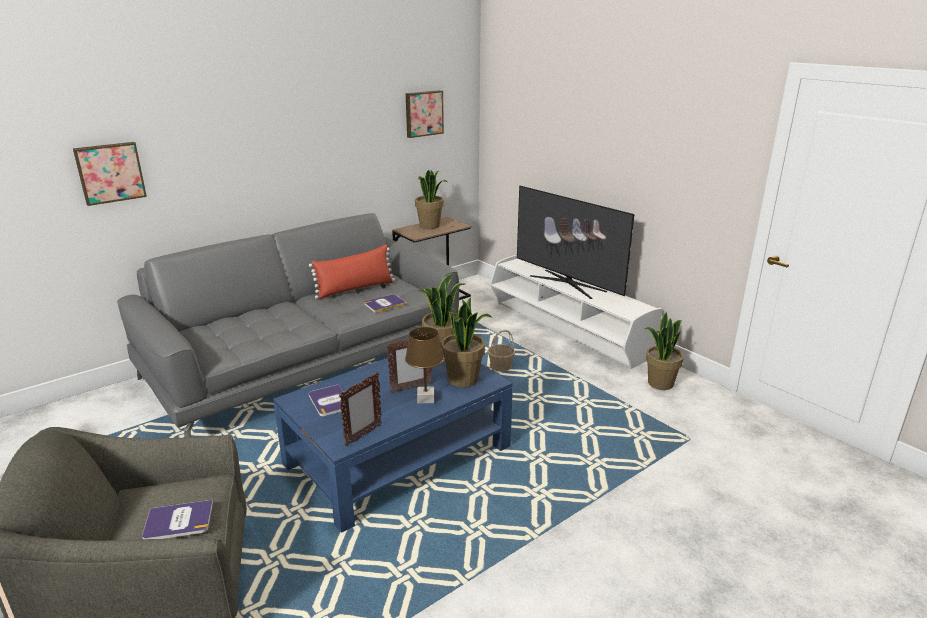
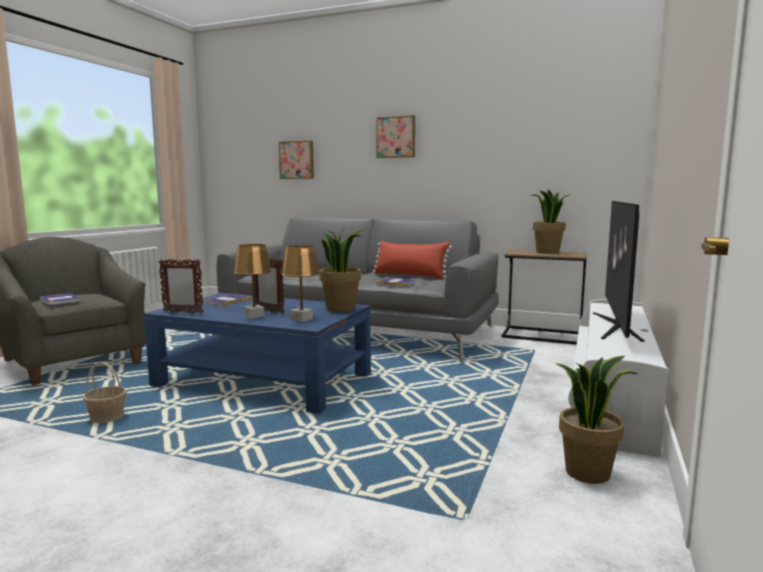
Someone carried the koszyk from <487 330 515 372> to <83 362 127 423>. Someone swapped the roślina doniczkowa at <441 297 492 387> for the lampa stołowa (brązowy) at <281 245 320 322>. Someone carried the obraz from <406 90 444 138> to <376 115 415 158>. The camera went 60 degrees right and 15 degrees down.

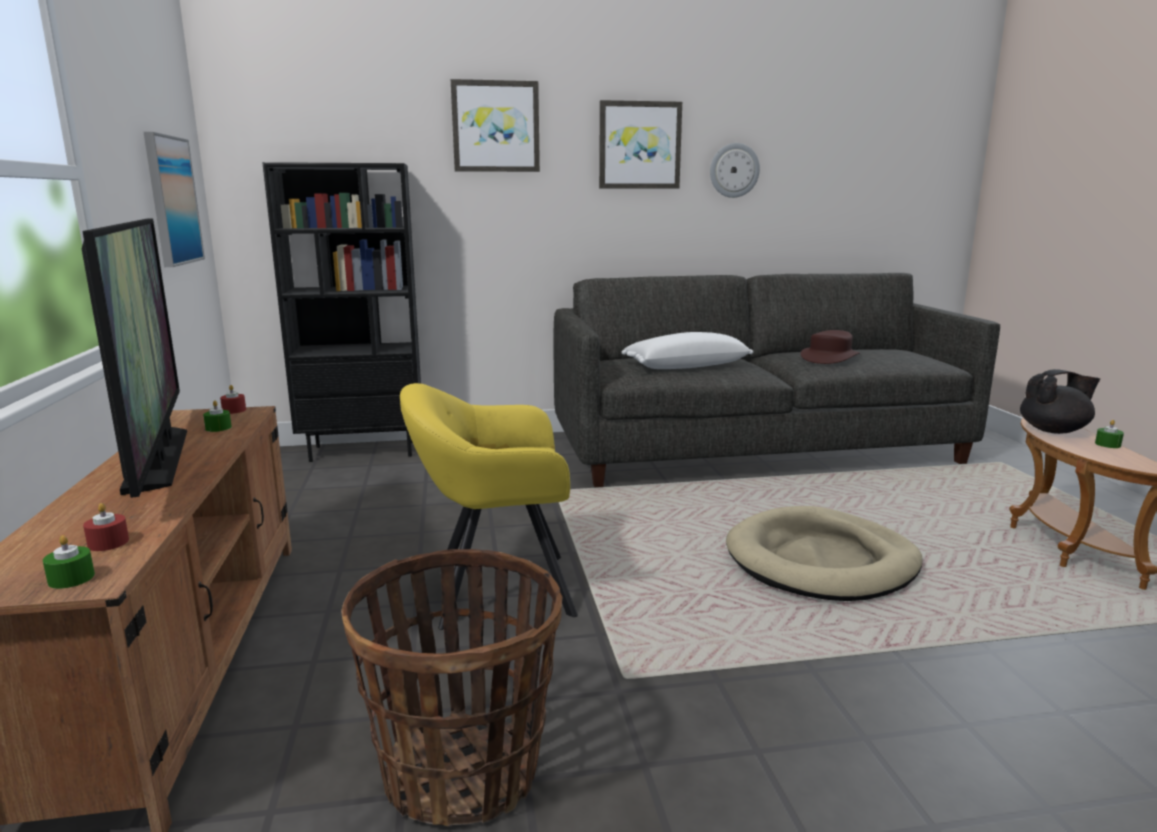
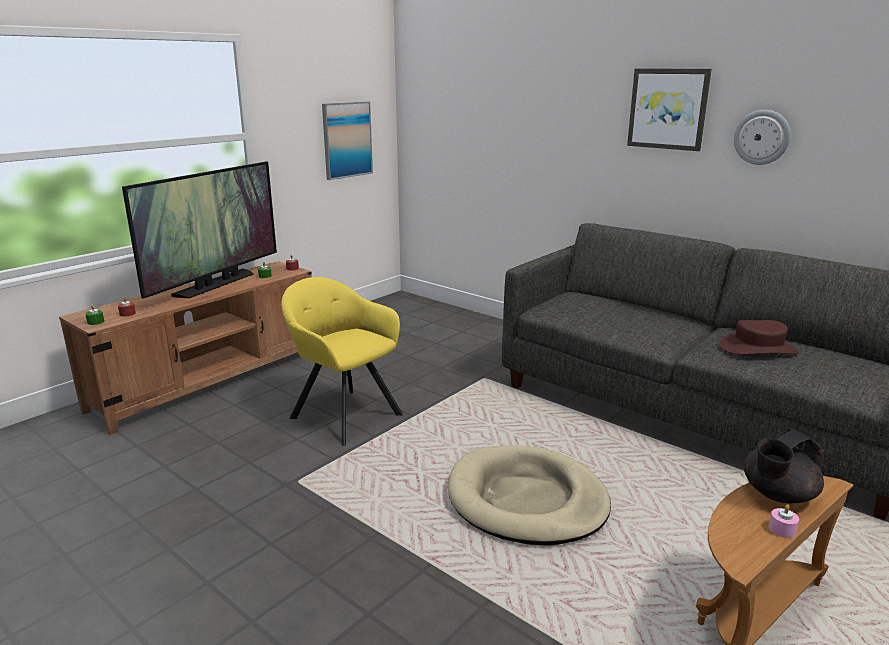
Someone rotated the imbryk (czarny) at <1020 369 1100 434> by 105 degrees clockwise. Someone repainted the świeca (zielony) at <1095 420 1124 448>, which became the świeca (różowy) at <769 504 799 538>. Someone took away the regał (czarny) at <262 162 421 462>. Someone took away the koszyk at <341 549 562 827>. Someone took away the obraz at <451 79 540 172>. Someone took away the poduszka (biały) at <622 332 753 369>. The camera went 50 degrees right and 5 degrees up.

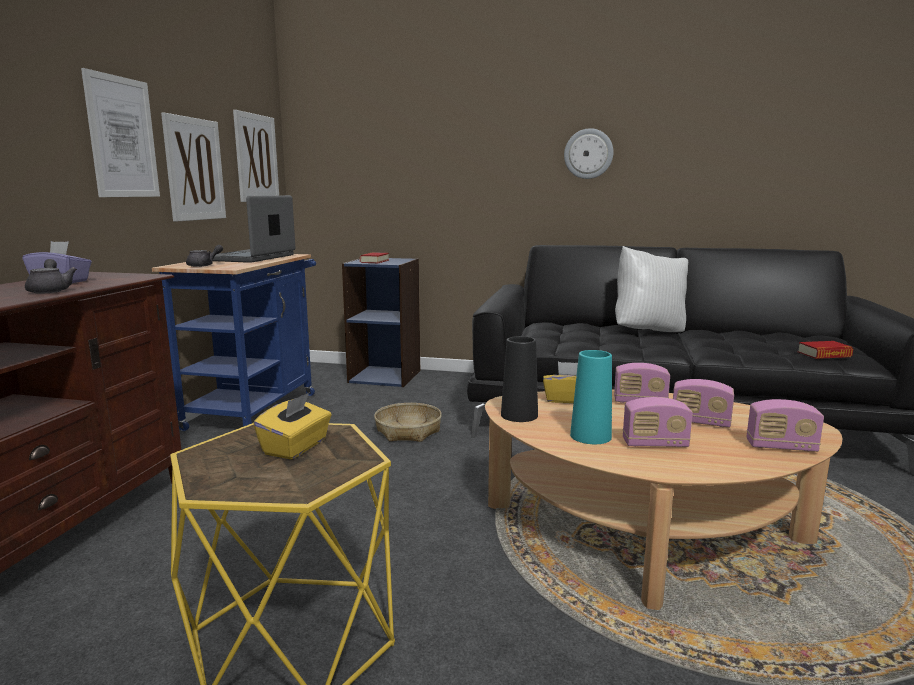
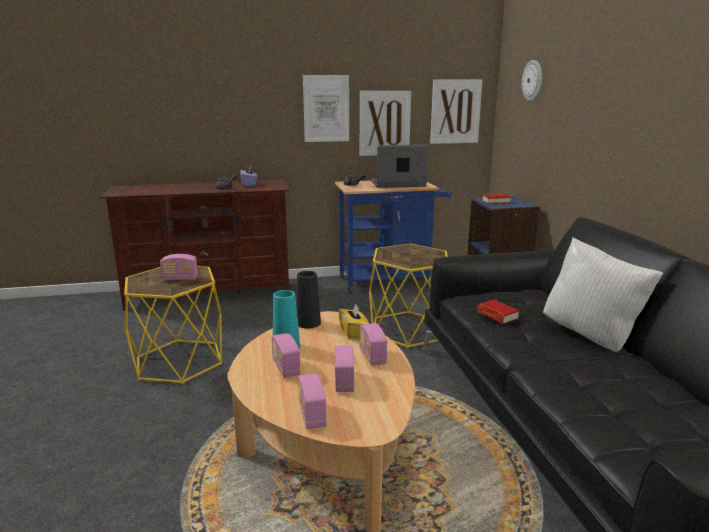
Someone swapped the pudełko chusteczek (żółty) at <253 393 332 459> for the radio at <160 254 198 280>. Someone swapped the koszyk at <374 403 442 442> for the stolik (żółty) at <369 244 448 349>. Someone carried the książka from <798 341 853 359> to <477 300 519 324>. Someone carried the zegar ścienny from <564 128 613 179> to <522 60 542 101>. The camera went 65 degrees right and 5 degrees up.

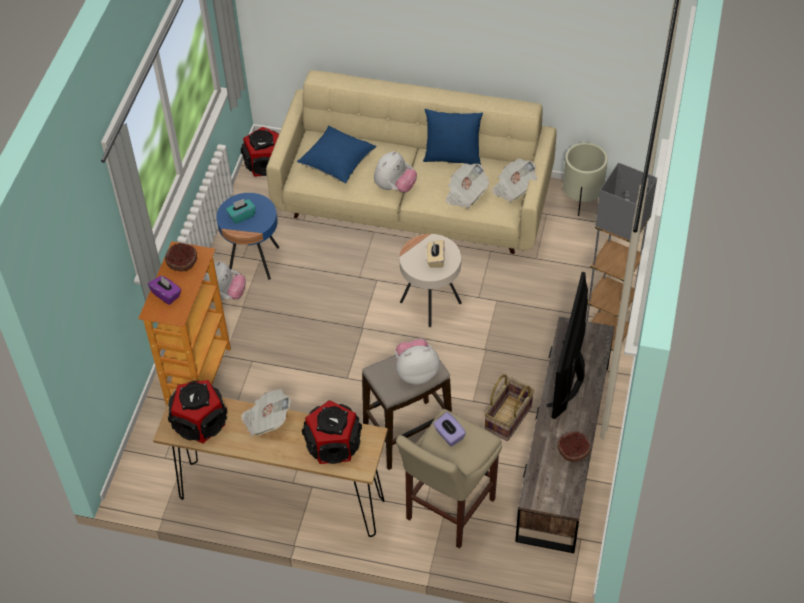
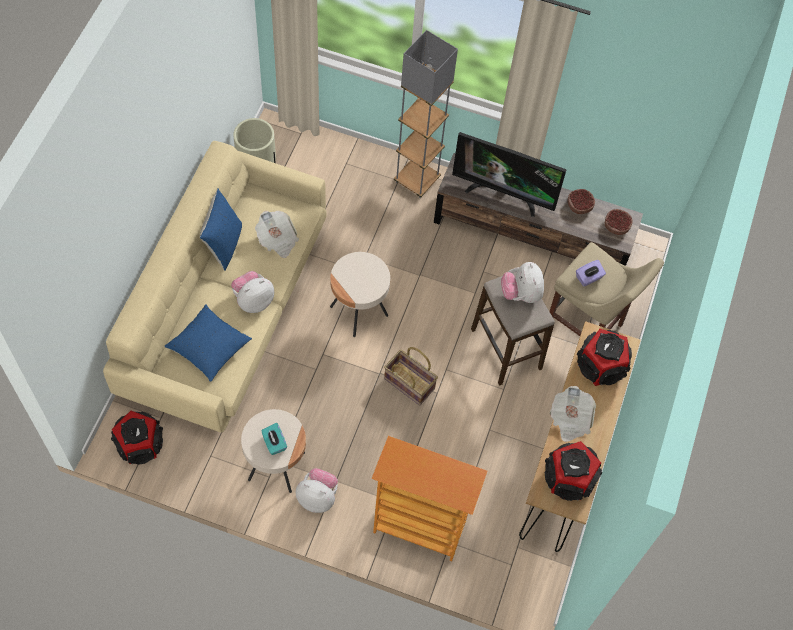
Someone rotated the pluszak at <374 151 417 193> by 75 degrees counterclockwise. Someone repainted the stolik (niebieski) at <216 193 279 280>, which became the stolik (beżowy) at <241 409 306 493>. Someone carried the koszyk from <484 374 534 441> to <384 347 438 405>. Someone carried the miska from <165 243 197 271> to <605 209 633 235>. Someone took away the pudełko chusteczek (fioletowy) at <148 275 181 305>. Someone took away the pudełko chusteczek (beżowy) at <427 240 445 267>. Someone took away the gazeta at <492 159 537 202>. The camera went 90 degrees left and 10 degrees up.

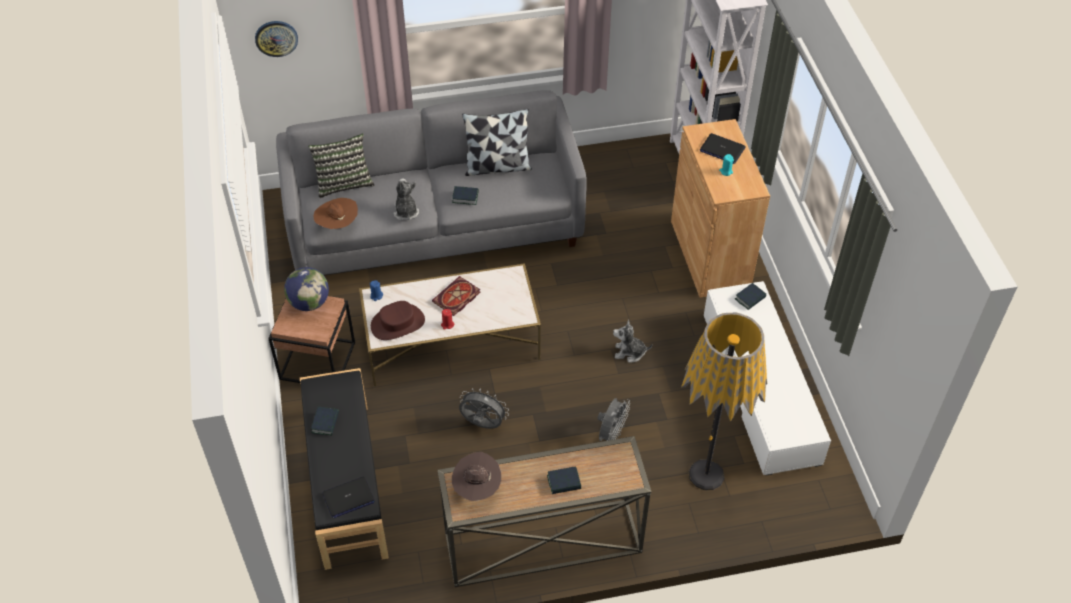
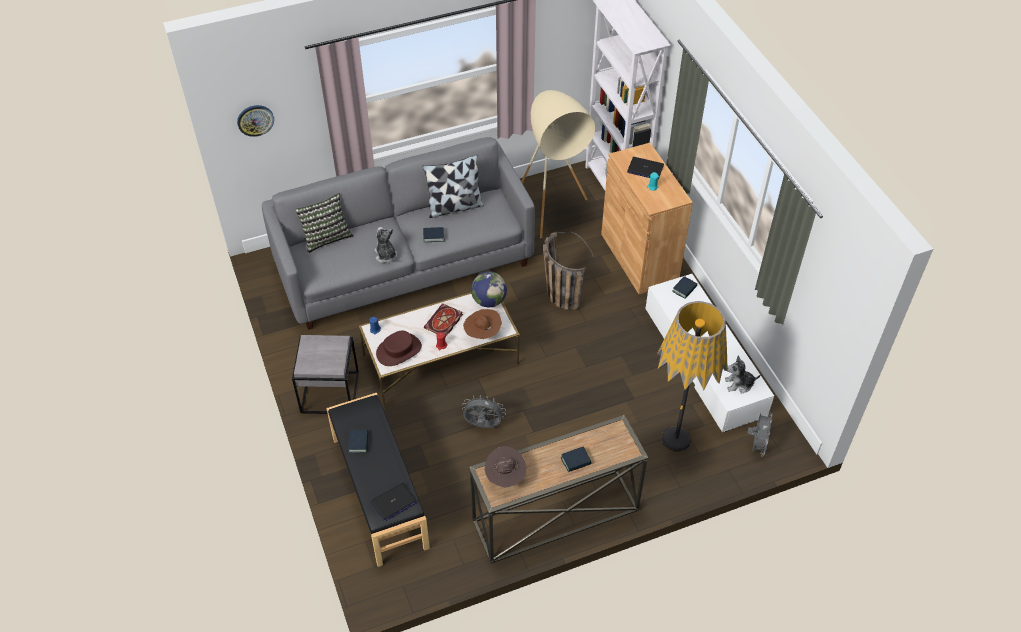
Someone repainted the stolik (brązowy) at <268 296 355 383>, which became the stolik (szary) at <292 335 359 414>. Someone carried the kapelusz (brązowy) from <313 198 358 229> to <463 309 502 339>. Someone carried the globus from <284 267 329 311> to <471 271 507 307>. Someone put down the lampa stojąca (beżowy) at <521 90 595 238>. Someone put down the koszyk at <543 231 594 310>. Someone carried the pluszak from <613 320 653 363> to <725 355 761 394>. Someone carried the wentylator (szary) from <597 398 630 441> to <747 412 773 456>. The camera went 10 degrees left and 0 degrees up.

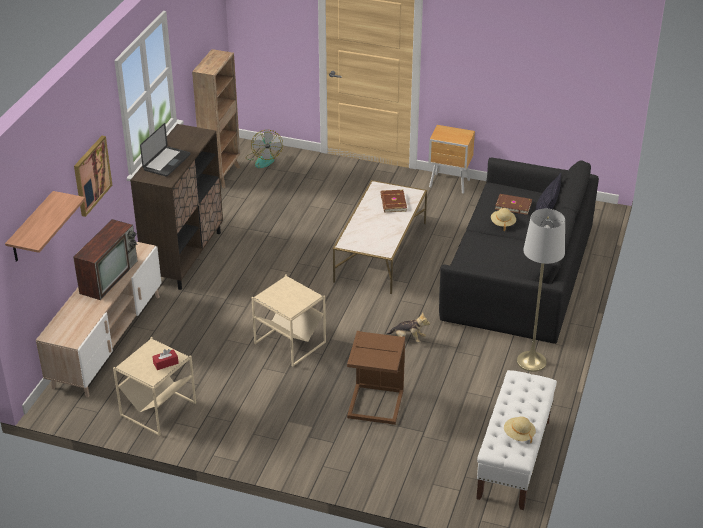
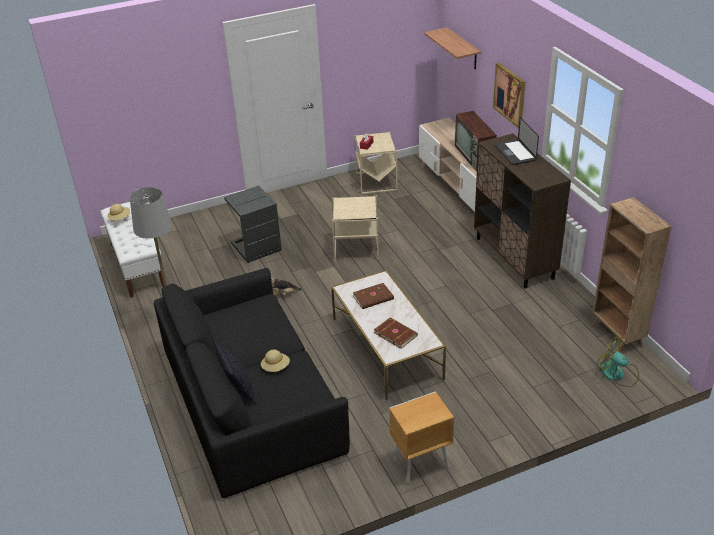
Someone repainted the stolik (brązowy) at <347 331 405 425>, which became the stolik (szary) at <224 186 282 263>. Someone carried the książka (brązowy) from <495 194 532 215> to <353 283 394 309>. The camera went 140 degrees right and 0 degrees up.

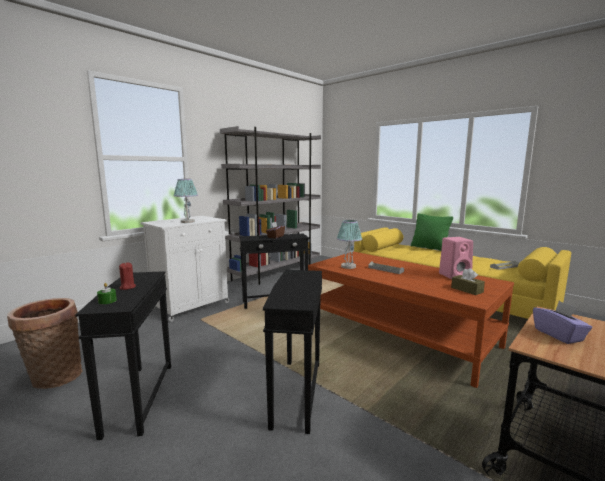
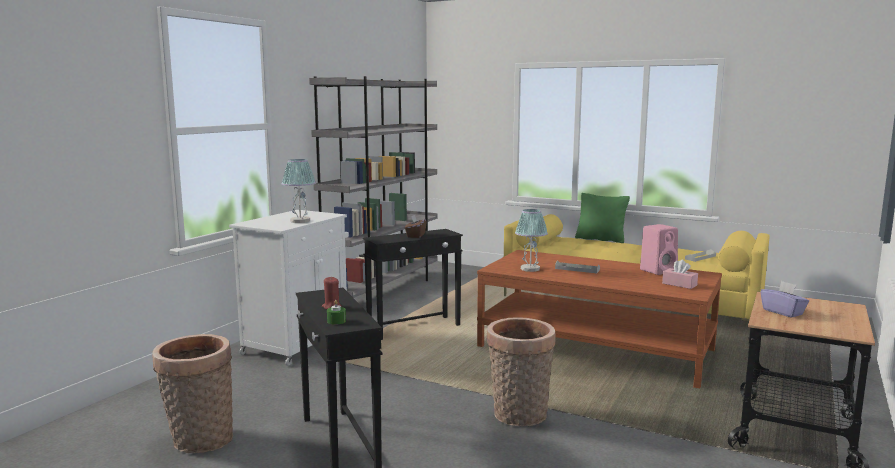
Someone swapped the stolik (czarny) at <263 270 322 434> for the koszyk at <487 317 556 427>. Someone repainted the pudełko chusteczek (brązowy) at <451 268 485 295>, which became the pudełko chusteczek (różowy) at <662 260 698 289>. The camera went 15 degrees left and 0 degrees up.

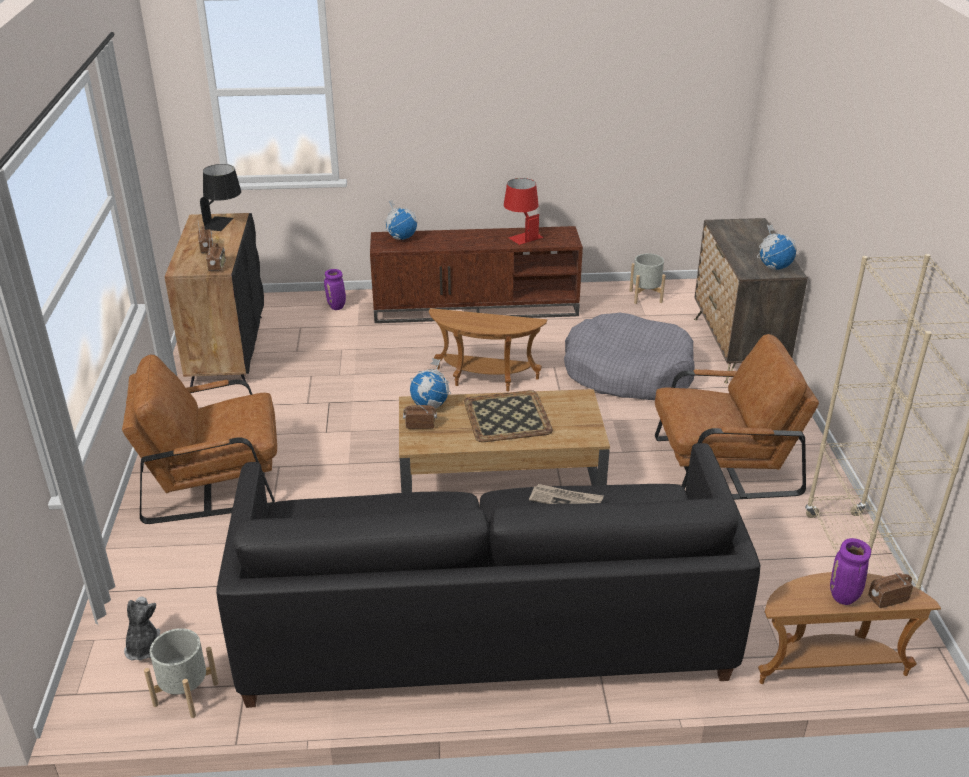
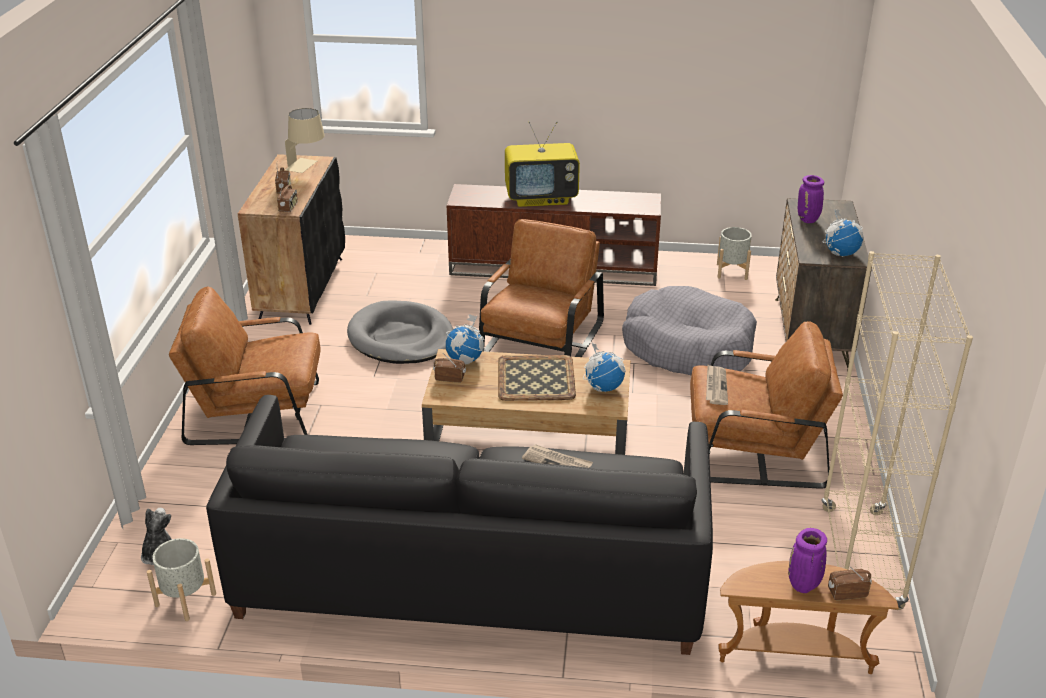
Someone repainted the lampa stołowa (czarny) at <200 164 241 231>, which became the lampa stołowa (beżowy) at <285 108 325 173>. Someone put down the legowisko (szary) at <347 300 454 364>. Someone swapped the stolik (brązowy) at <429 308 547 392> for the fotel (brązowy) at <479 219 604 357>. Someone put down the telewizor at <505 121 580 207>. Someone carried the globus from <384 200 418 240> to <583 343 626 392>. Someone put down the gazeta at <706 365 728 405>. Someone carried the wazon (fioletowy) from <324 269 346 310> to <798 175 824 223>. Someone took away the lampa stołowa (czerwony) at <504 178 543 245>. The camera went 10 degrees right and 0 degrees up.

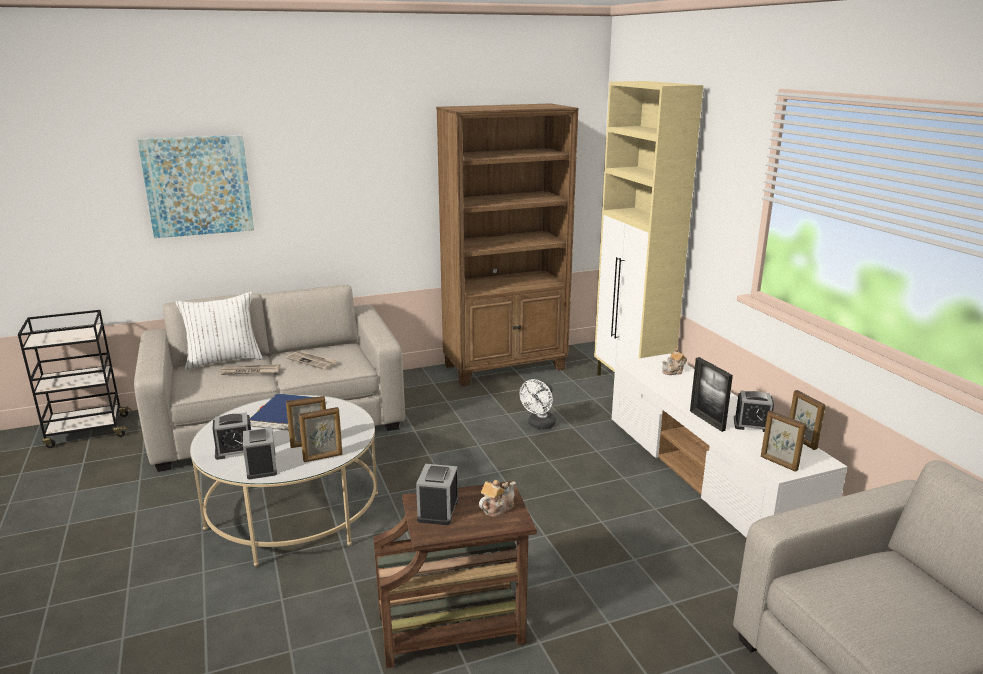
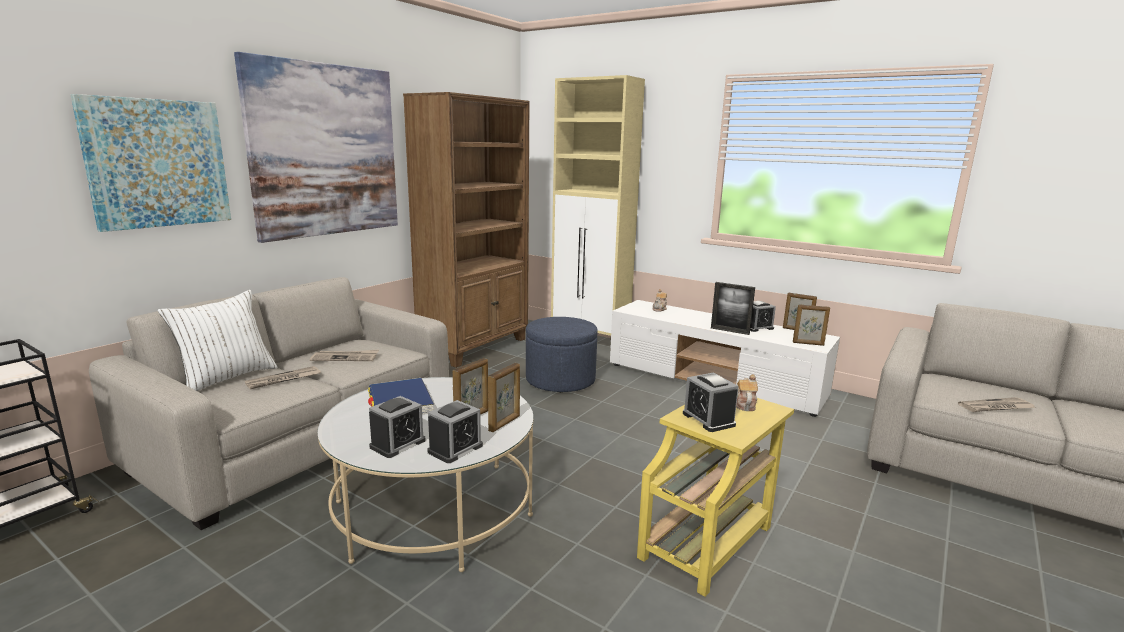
Someone put up the obraz at <234 52 398 243>. Someone rotated the budzik at <243 427 277 479> by 90 degrees clockwise. Someone swapped the wentylator (biały) at <520 379 556 430> for the pufa (niebieski) at <526 317 598 392>. Someone repainted the stolik (brązowy) at <373 481 537 668>, which became the stolik (żółty) at <637 398 794 597>. Someone put down the gazeta at <958 397 1036 412>. The camera went 35 degrees left and 5 degrees down.

